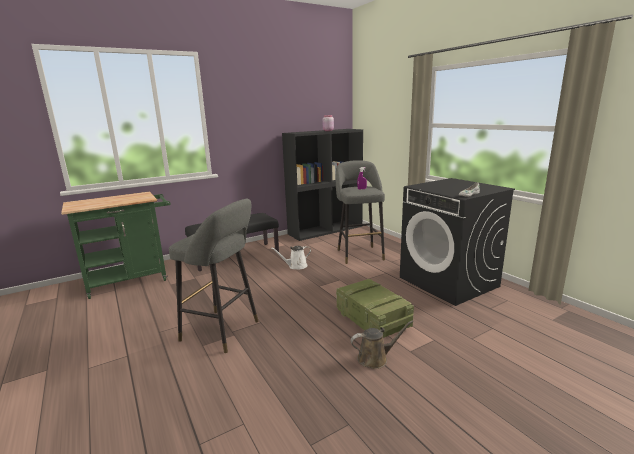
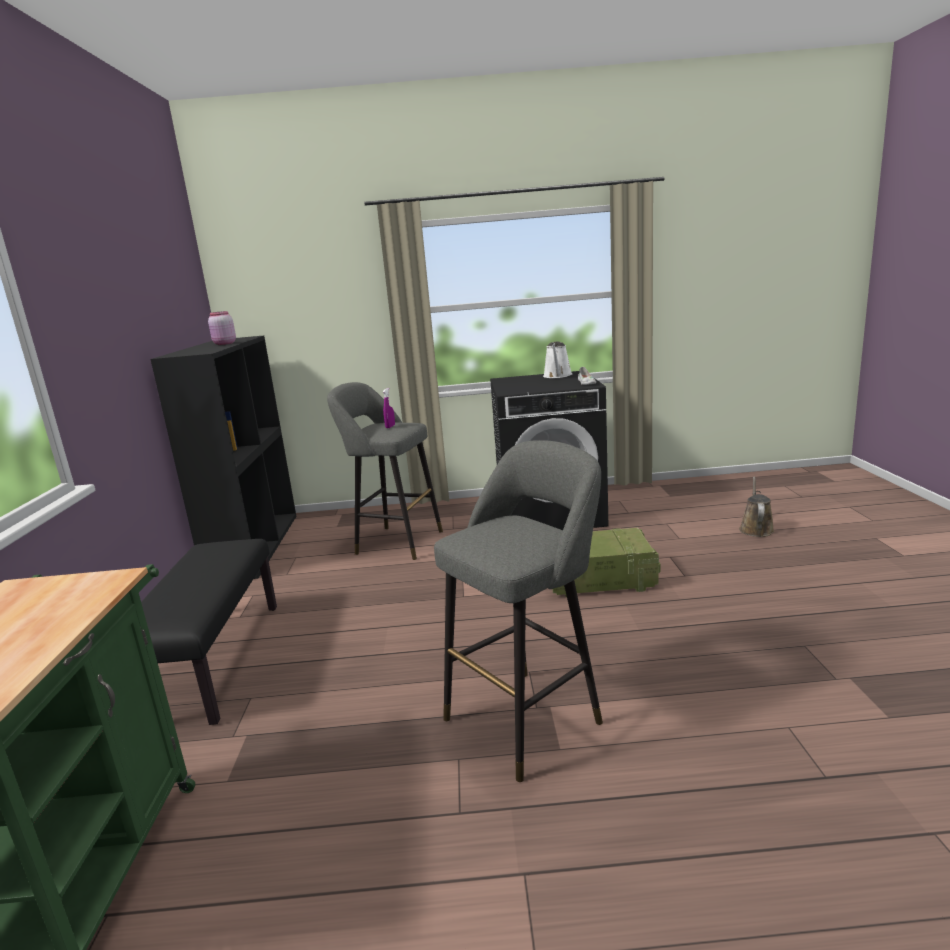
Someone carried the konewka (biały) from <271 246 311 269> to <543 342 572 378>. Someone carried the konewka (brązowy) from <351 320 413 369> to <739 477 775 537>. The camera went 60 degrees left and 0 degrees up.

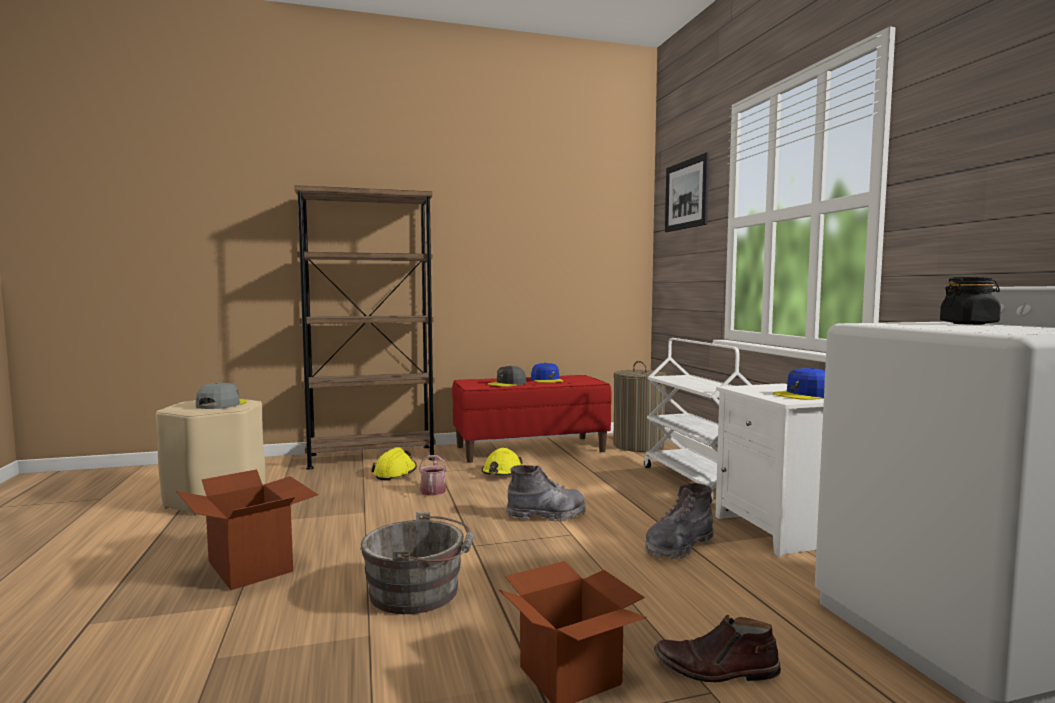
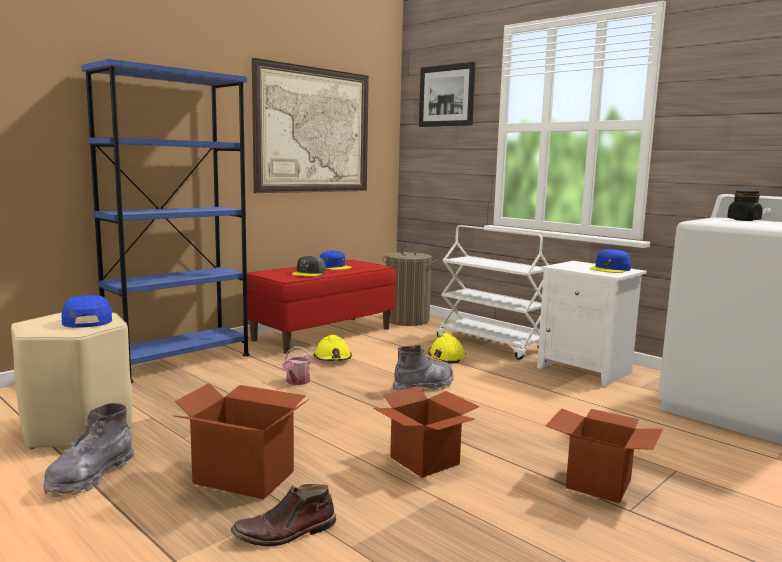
Someone carried the but z cholewką (szary) from <645 483 714 559> to <43 403 134 497>. Someone repainted the czapka z daszkiem (szary) at <196 382 247 409>, which became the czapka z daszkiem (niebieski) at <61 295 112 328>. Someone repainted the regał (brązowy) at <294 185 436 470>, which became the regał (niebieski) at <81 59 250 383>. Someone carried the but z cholewką (brązowy) from <654 615 781 682> to <231 484 336 546>. Someone put up the obraz at <252 58 369 193>. Someone rotated the konewka at <419 455 447 495> by 135 degrees counterclockwise. Someone swapped the wiadro (szary) at <360 512 474 614> for the karton at <373 386 479 478>. Someone carried the kask (żółty) from <371 448 417 481> to <428 333 466 364>. The camera went 30 degrees left and 5 degrees up.

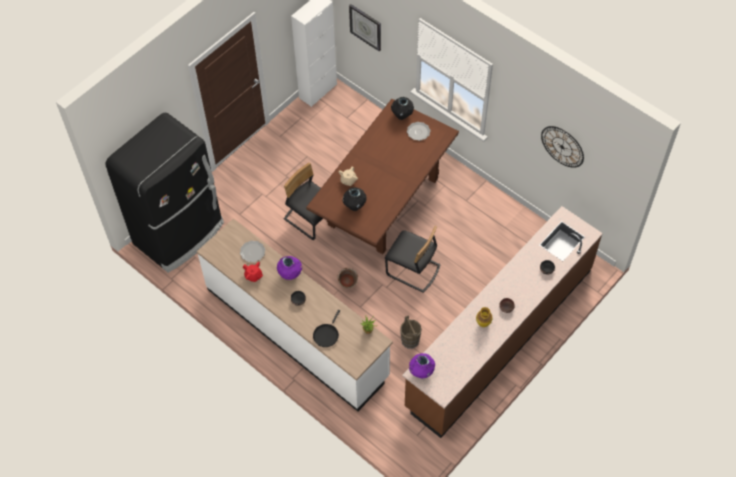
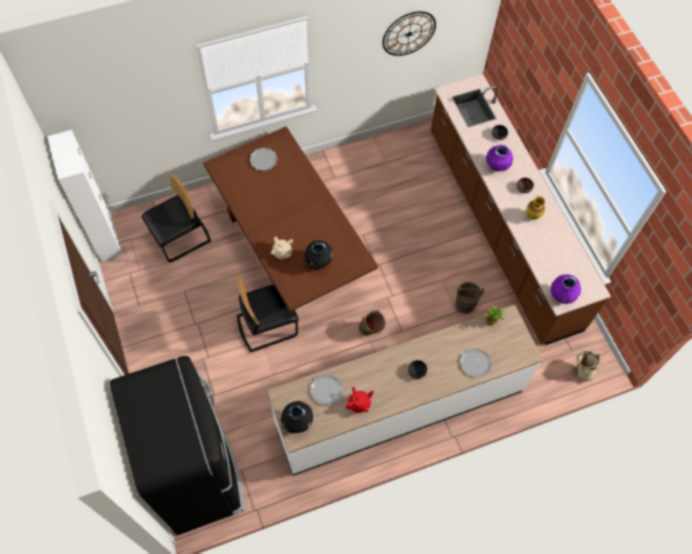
Someone carried the krzesło (czarny) from <385 225 441 293> to <142 174 211 262>. Someone carried the wazon (czarny) from <391 97 414 120> to <281 401 313 433>. Someone swapped the patelnia (czarny) at <313 310 340 347> for the talerz at <460 348 492 378>. Someone carried the wazon (fioletowy) from <277 256 302 280> to <486 145 513 171>. Someone put down the wiadro (beżowy) at <576 351 602 381>. Someone took away the zegar ścienny at <349 4 381 51>. The camera went 65 degrees left and 5 degrees up.

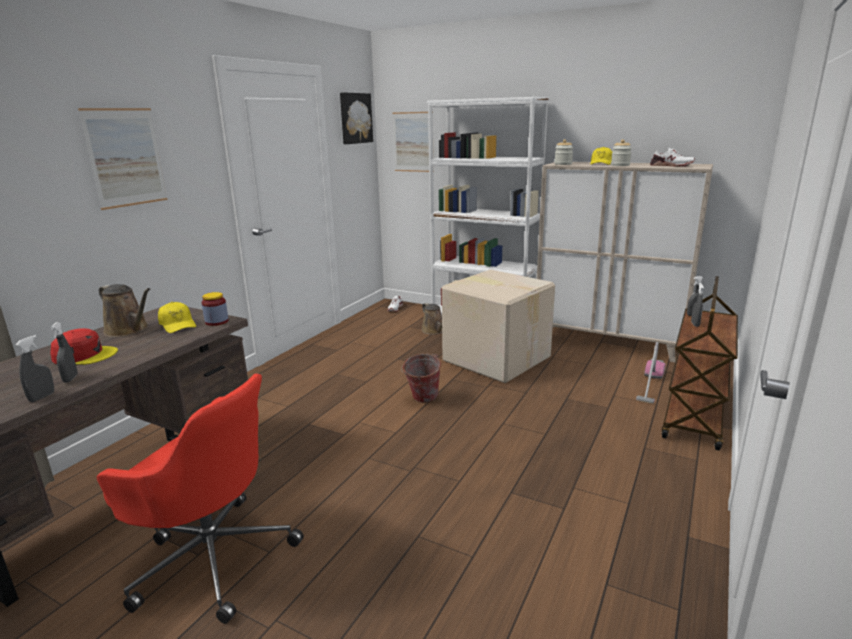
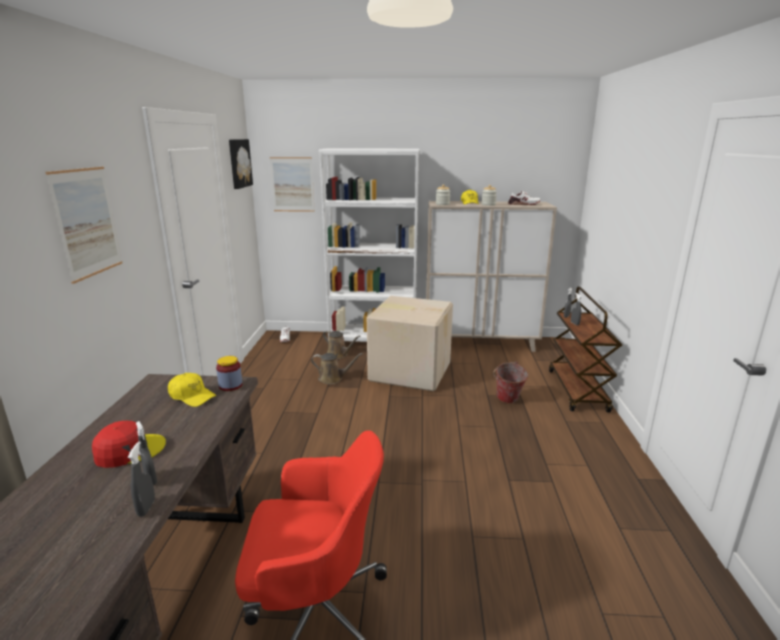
Someone carried the konewka (brązowy) from <99 284 150 337> to <311 353 363 384>. Someone carried the wiadro from <401 354 441 403> to <493 361 528 404>. Someone took away the odkurzacz at <636 342 666 403>. The camera went 25 degrees left and 0 degrees up.

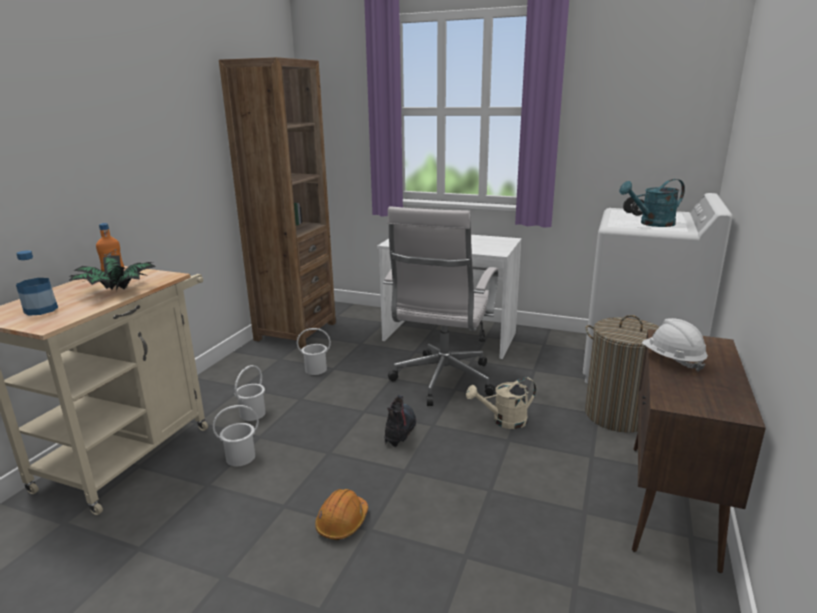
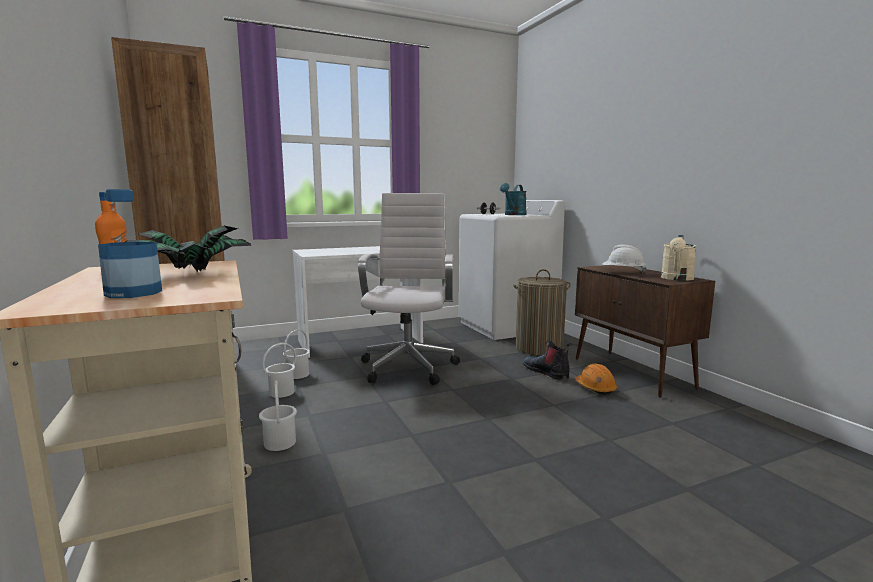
Someone carried the wiadro (biały) from <213 405 259 466> to <283 329 310 379>. Someone rotated the krzesło biurowe (biały) at <383 207 498 406> by 150 degrees counterclockwise. Someone carried the but z cholewką from <384 395 416 447> to <523 340 572 380>. Someone carried the kask (pomarańczowy) from <315 489 368 540> to <575 364 617 395>. Someone carried the konewka (beżowy) from <466 377 536 429> to <661 235 697 281>. The camera went 45 degrees left and 10 degrees down.

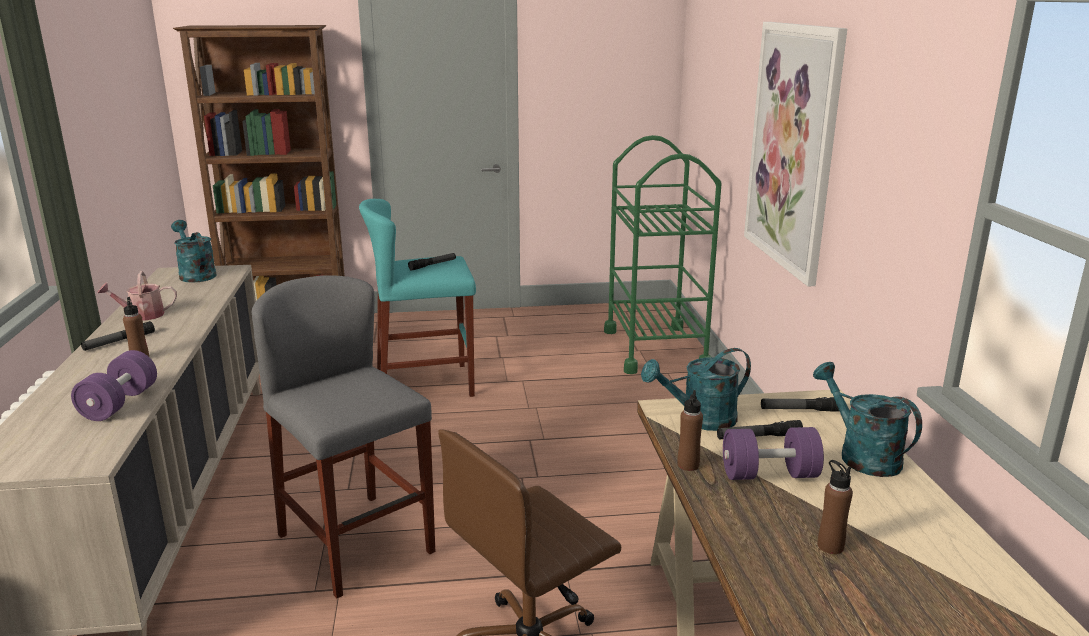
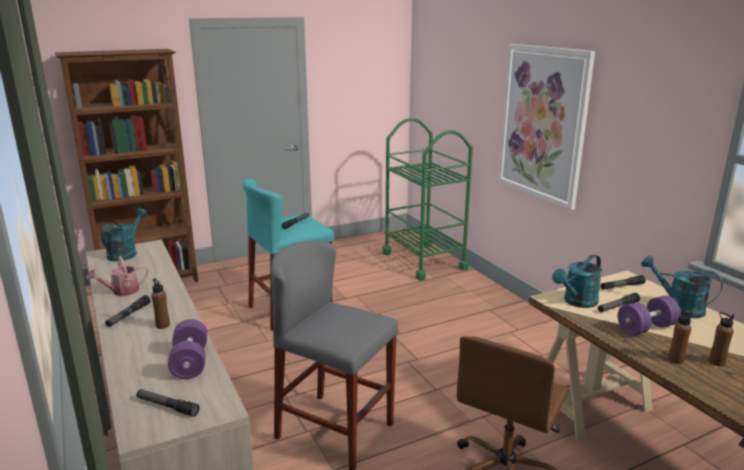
Someone rotated the konewka (turkusowy) at <171 220 217 283> by 75 degrees clockwise. Someone put down the latarka at <136 389 199 417>. Someone carried the butelka (brązowy) from <677 390 703 471> to <668 310 692 364>. The camera went 20 degrees left and 0 degrees up.

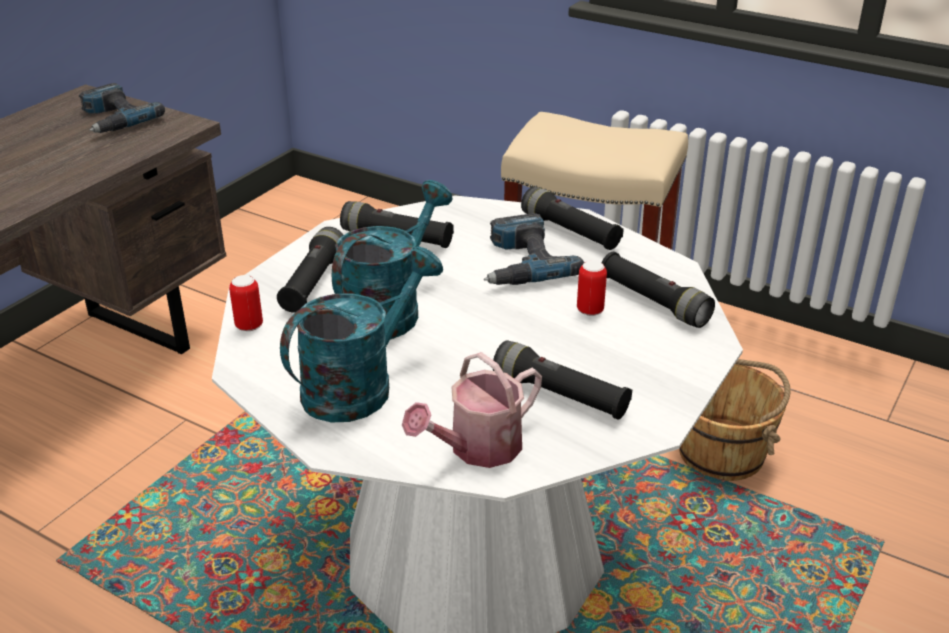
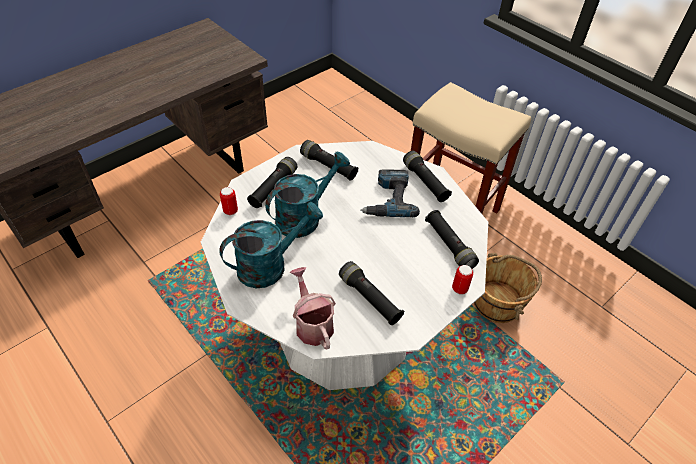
Someone rotated the konewka at <402 352 542 468> by 90 degrees clockwise. Someone carried the puszka from <577 261 607 316> to <452 265 473 295>. Someone took away the wiertarka at <79 83 165 133>. The camera went 15 degrees right and 15 degrees up.

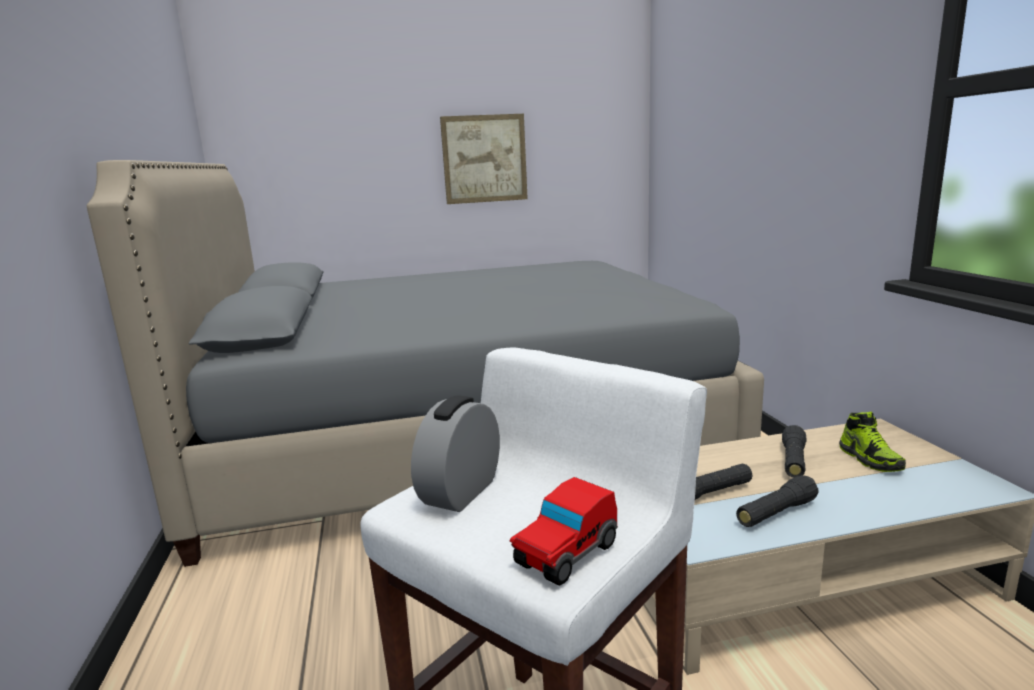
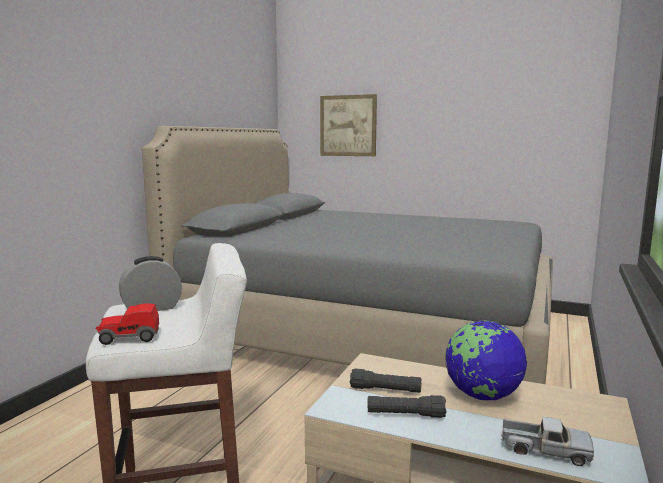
Someone carried the obraz from <440 114 528 204> to <320 94 377 156>. Someone swapped the latarka (czarny) at <782 425 807 478> for the globus at <445 320 527 401>. Someone put down the ciężarówka zabawkowa at <501 417 594 466>. Someone took away the but at <839 411 906 472>. The camera went 35 degrees right and 5 degrees down.

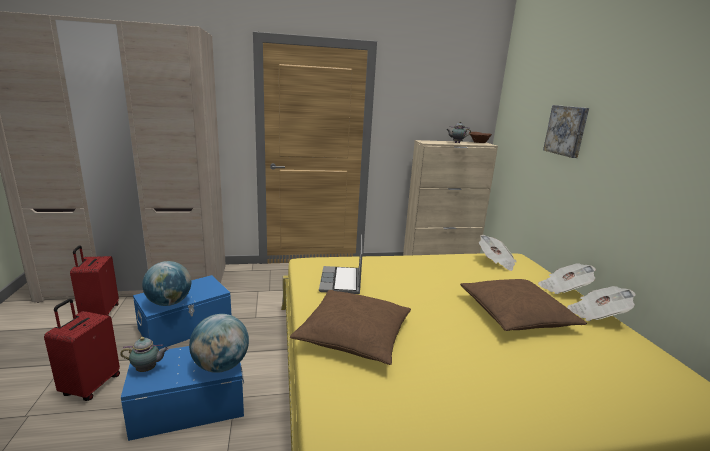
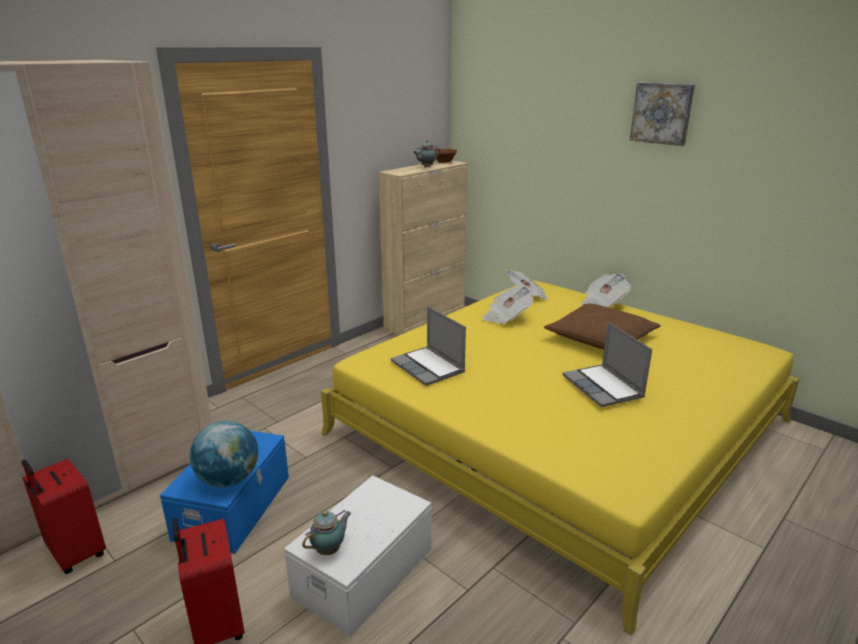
Someone repainted the pojemnik do przechowywania (niebieski) at <121 346 244 441>, which became the pojemnik do przechowywania (biały) at <284 475 432 637>. Someone carried the gazeta from <567 286 636 321> to <482 286 534 324>. Someone put down the laptop at <563 322 652 407>. Someone carried the obraz from <543 105 589 158> to <630 82 695 146>. Someone took away the globus at <189 314 249 373>. Someone took away the poduszka (brązowy) at <290 290 411 365>. The camera went 35 degrees left and 5 degrees up.

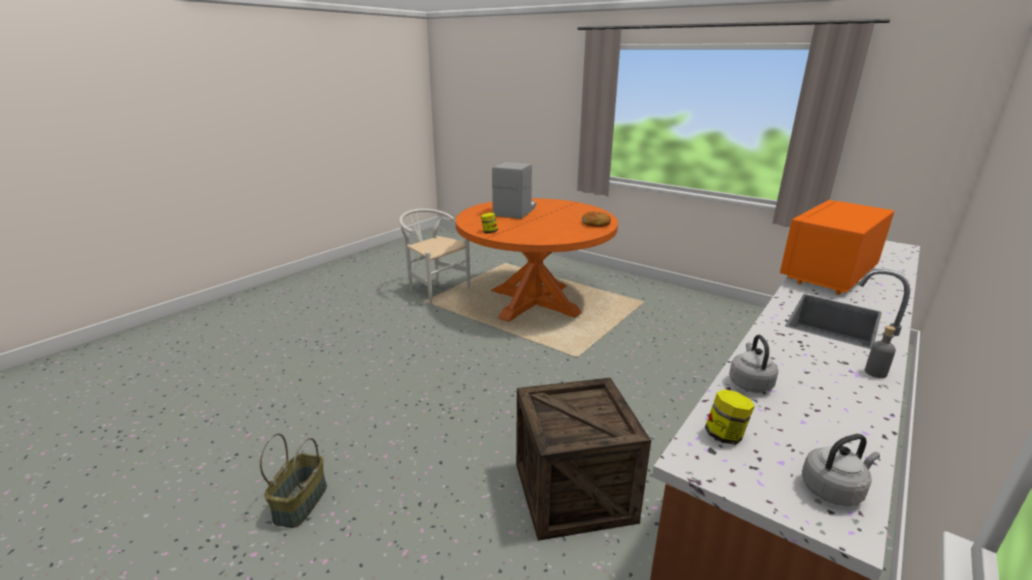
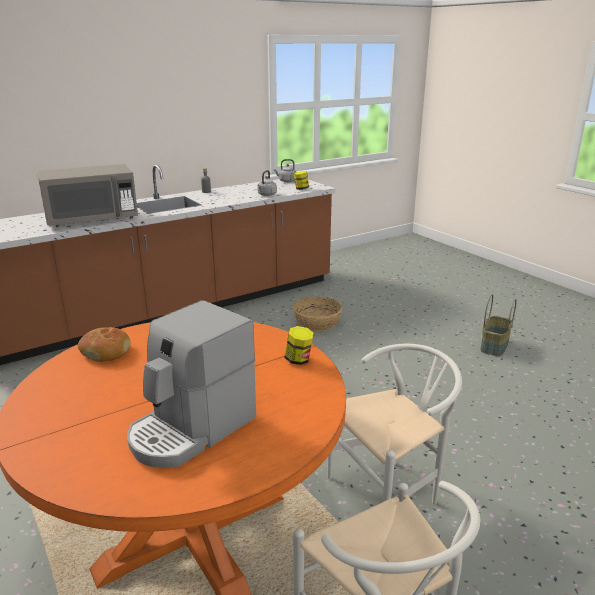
Someone repainted the mikrofalówka (pomarańczowy) at <780 200 894 295>, which became the mikrofalówka (szary) at <37 164 138 227>. Someone swapped the skrzynka at <516 378 651 541> for the koszyk at <293 297 343 331>. Someone put down the krzesło (biały) at <327 344 462 505>. The camera went 160 degrees left and 0 degrees up.

